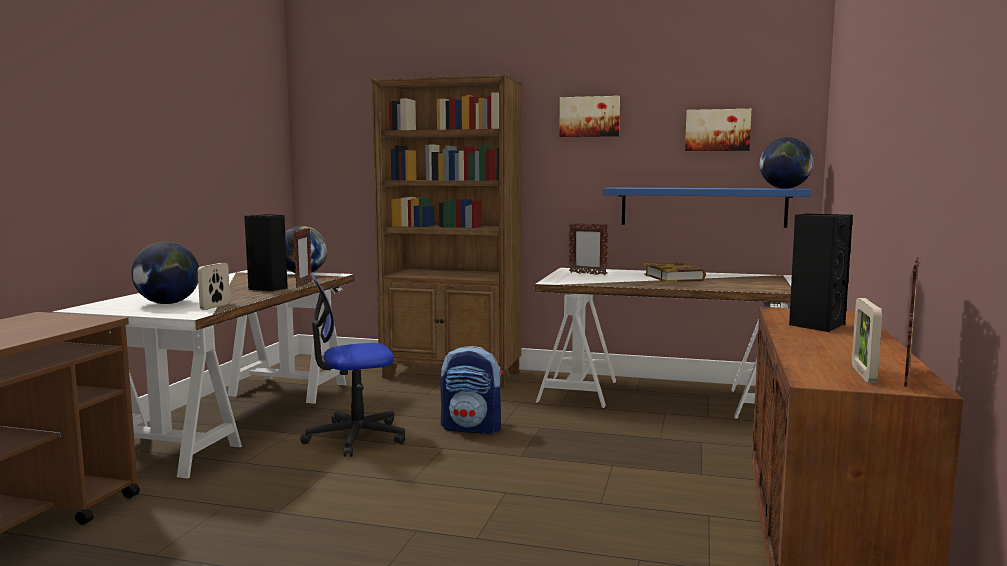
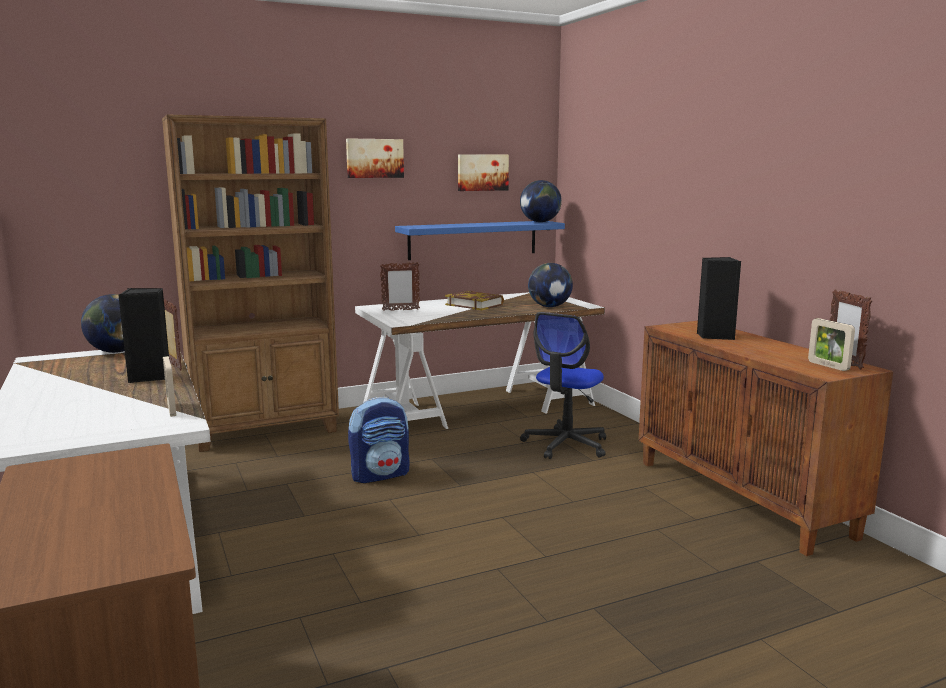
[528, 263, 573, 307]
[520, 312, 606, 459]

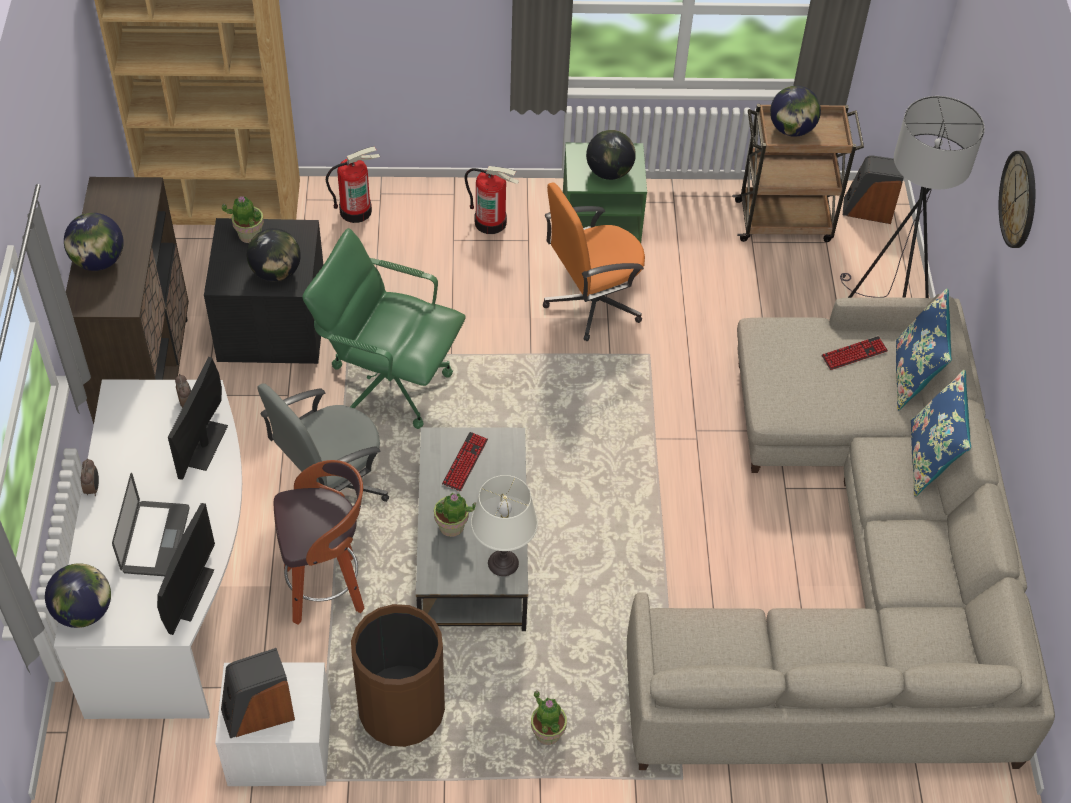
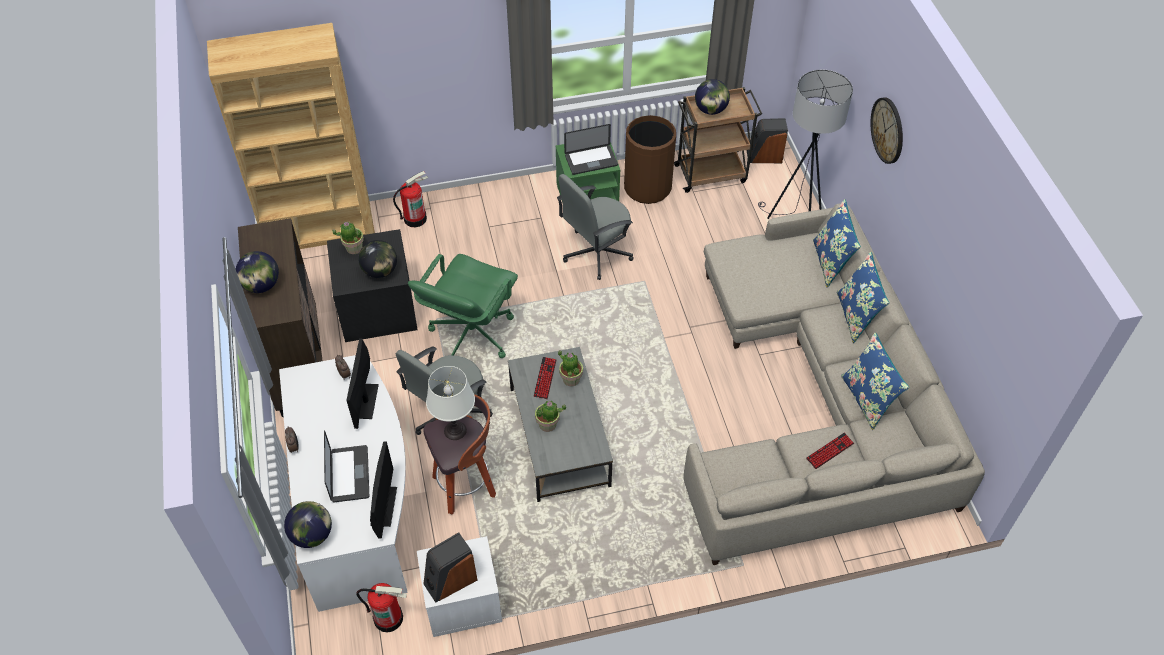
[408, 254, 518, 358]
[624, 115, 676, 204]
[356, 583, 407, 632]
[426, 366, 475, 440]
[558, 350, 583, 387]
[557, 174, 634, 280]
[564, 124, 618, 175]
[806, 433, 854, 469]
[841, 332, 909, 430]

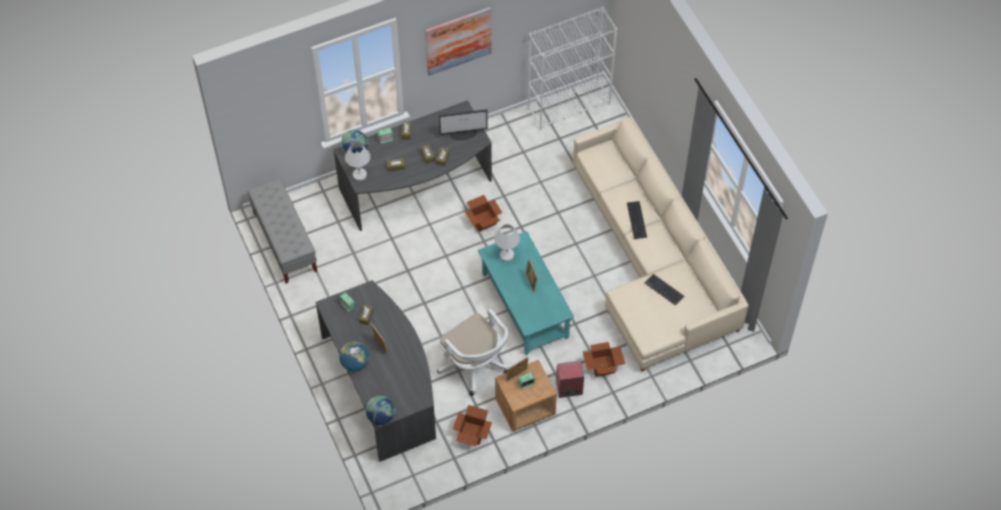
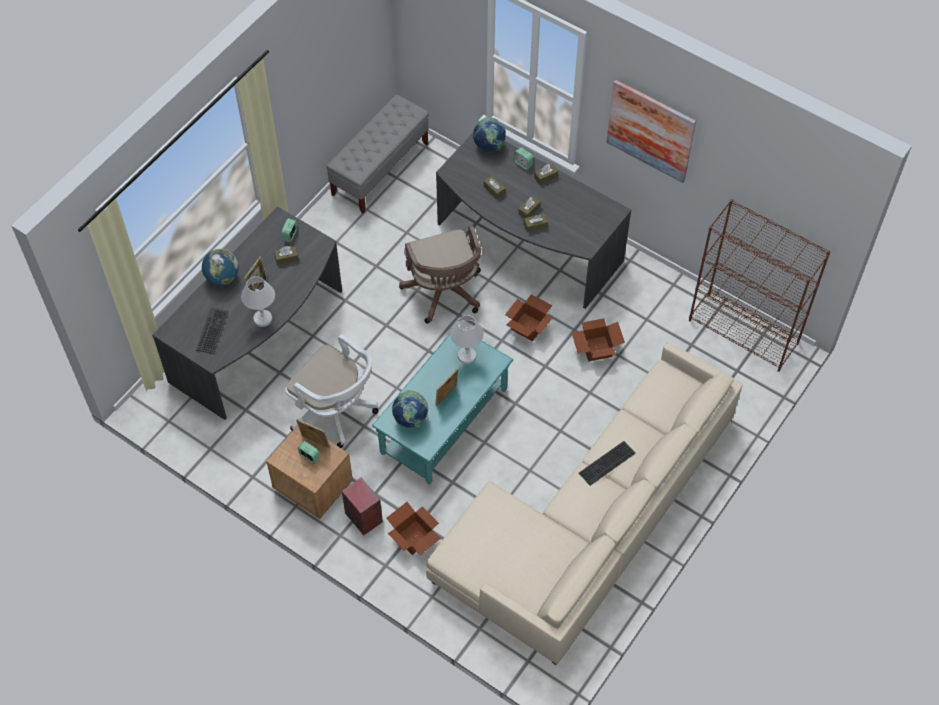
[241, 276, 275, 327]
[392, 390, 428, 428]
[285, 334, 378, 448]
[439, 109, 488, 140] (first image)
[572, 318, 625, 362]
[689, 199, 830, 372]
[196, 308, 229, 354]
[399, 225, 481, 324]

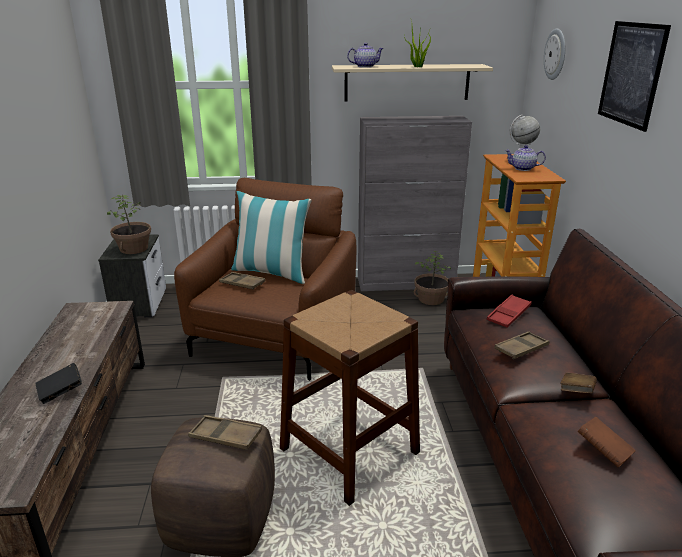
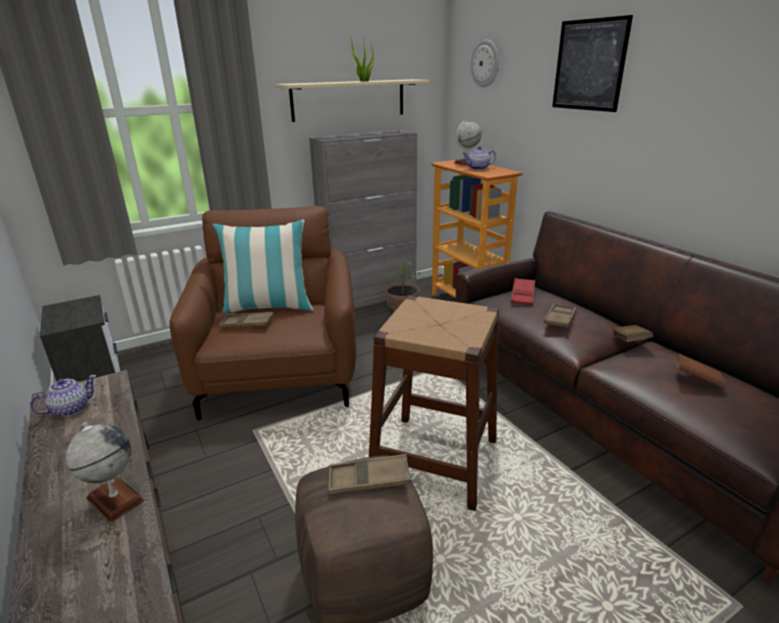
[66, 422, 145, 522]
[107, 195, 151, 254] (first image)
[30, 375, 96, 417]

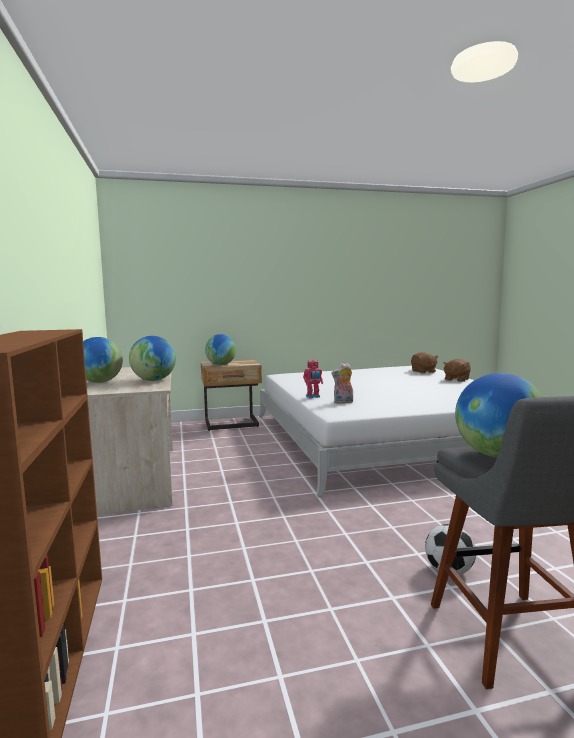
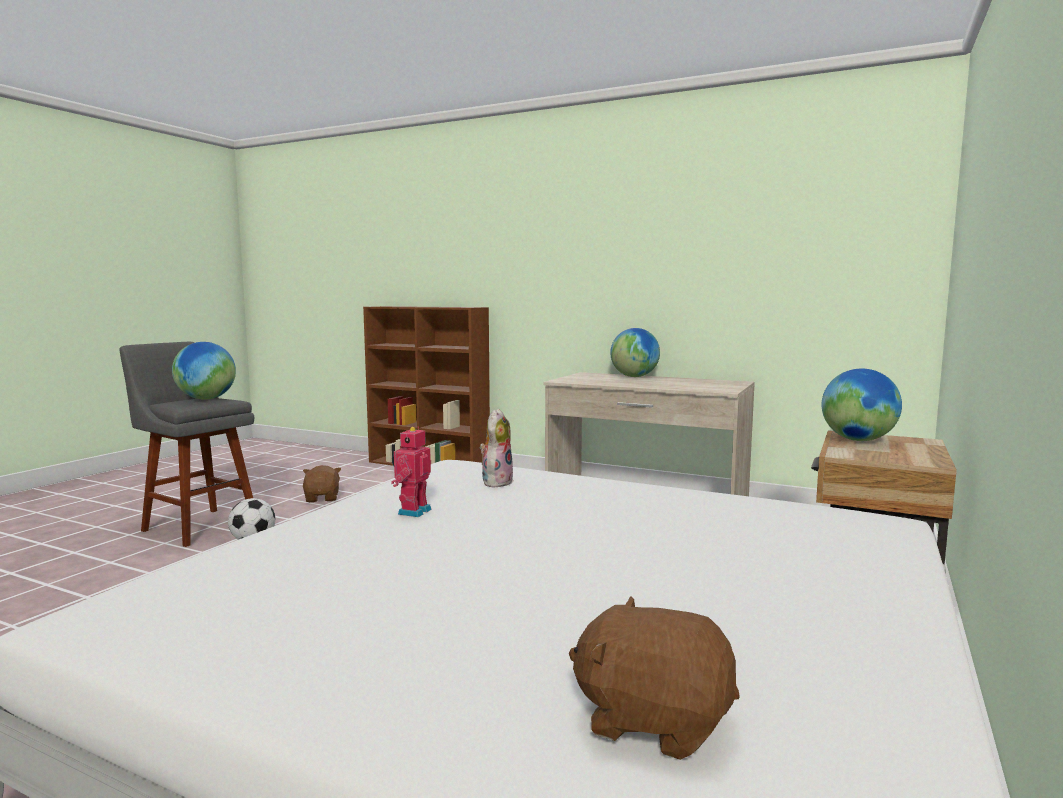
[129, 336, 176, 381] (first image)
[391, 426, 432, 517]
[303, 465, 341, 502]

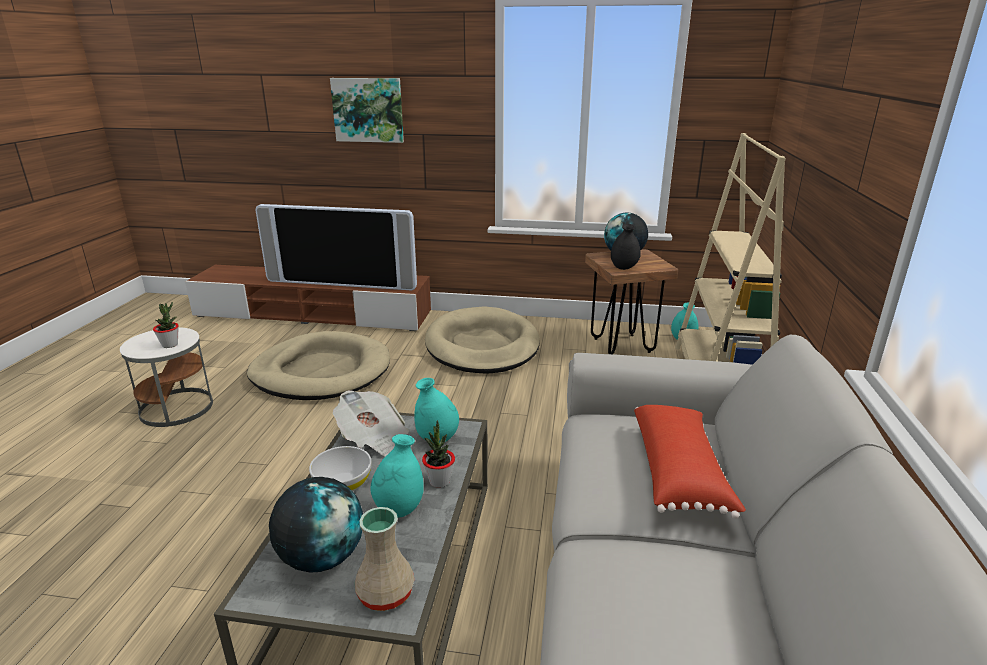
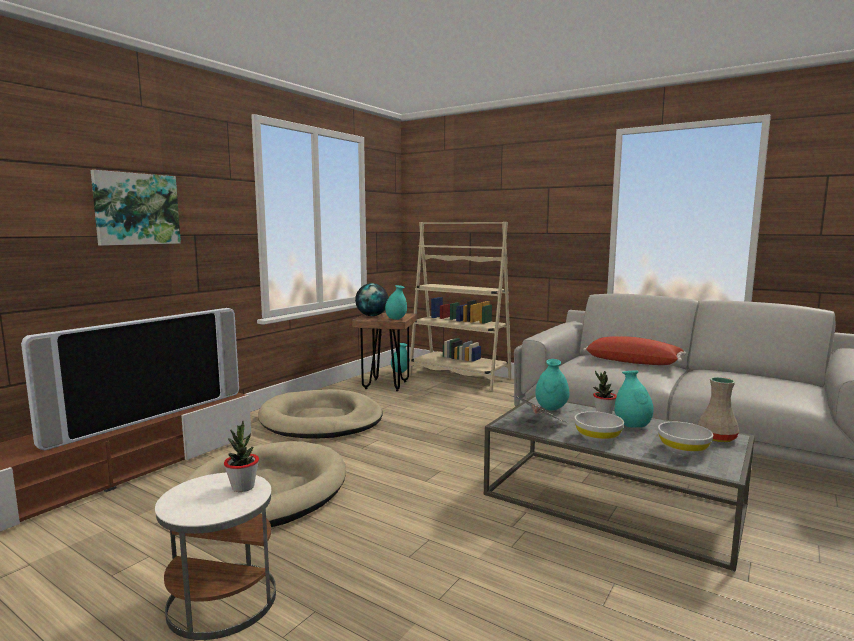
[658, 422, 713, 456]
[385, 285, 407, 320]

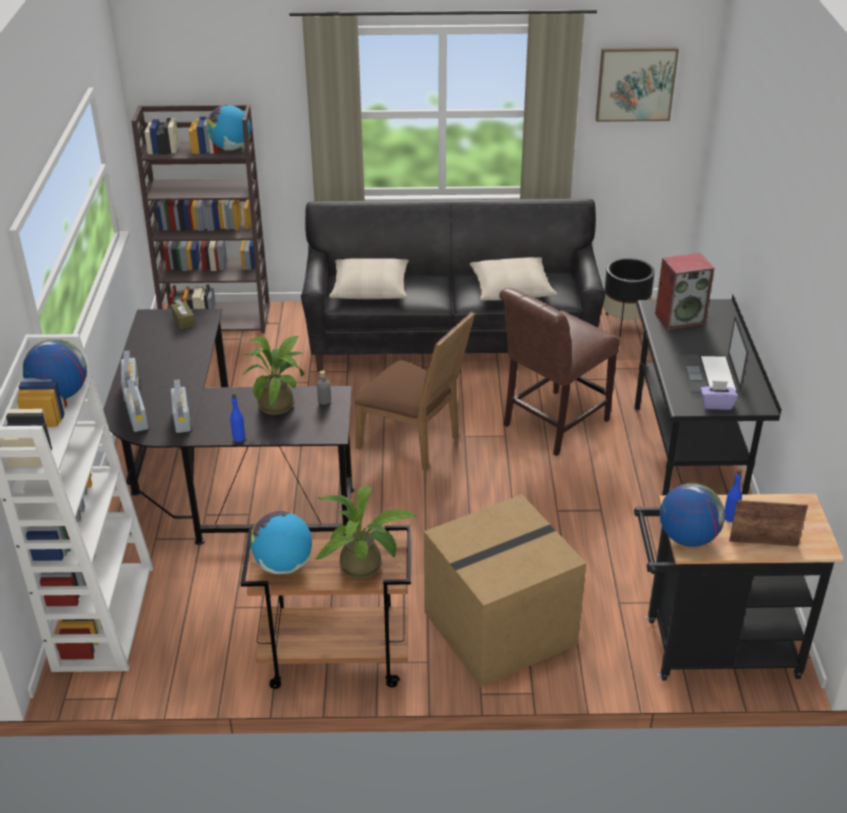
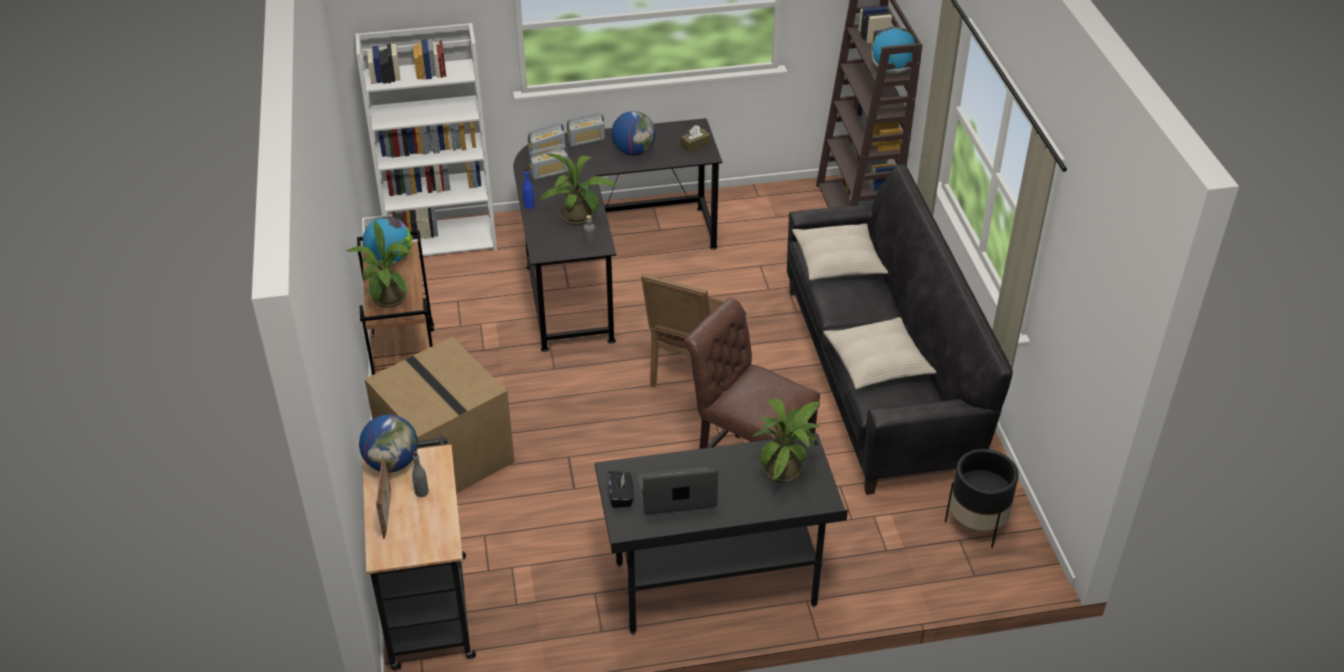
[611, 111, 656, 156]
[596, 47, 679, 122] (first image)
[752, 399, 820, 483]
[608, 471, 634, 508]
[412, 451, 429, 497]

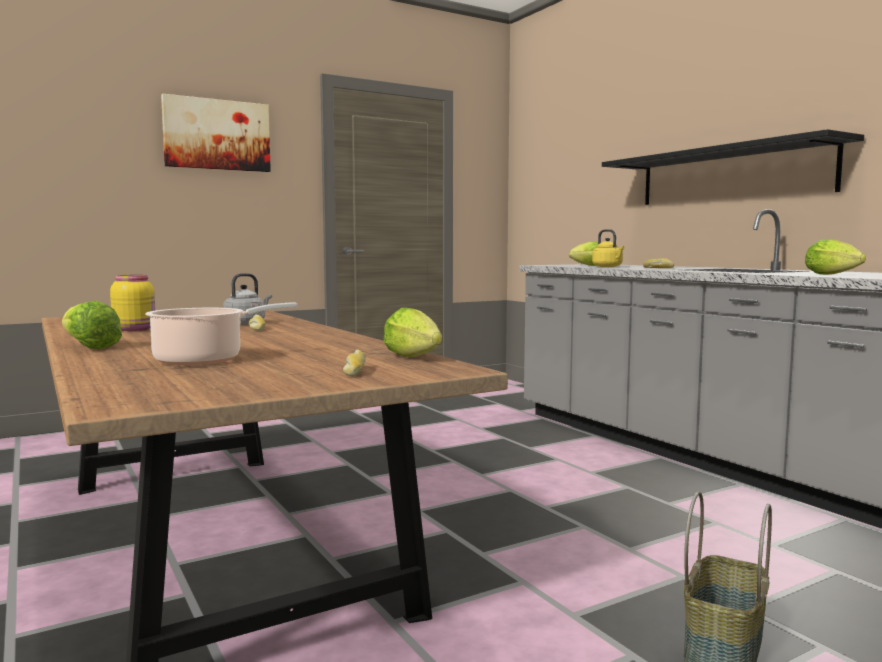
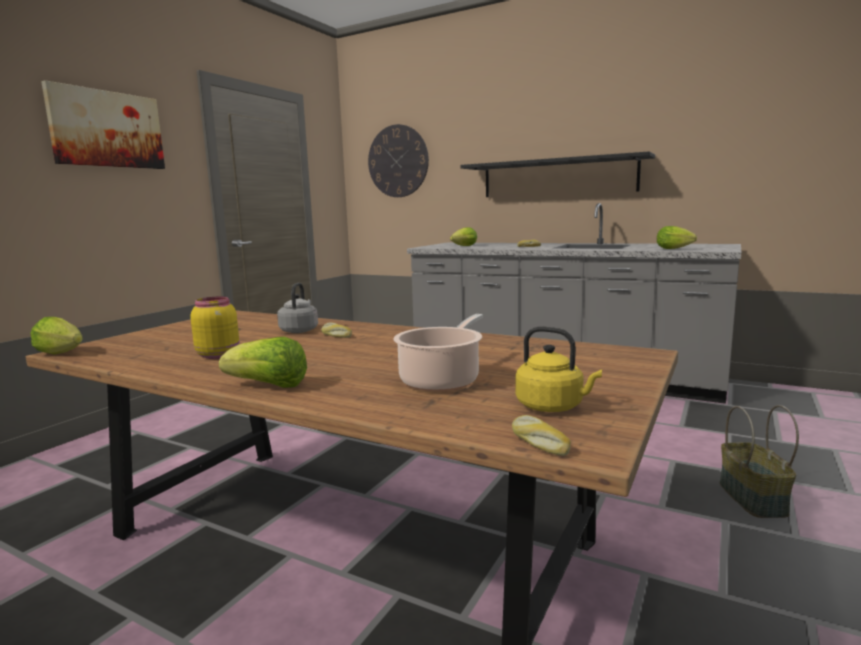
[512, 415, 571, 456]
[31, 317, 83, 355]
[515, 327, 602, 412]
[368, 124, 429, 197]

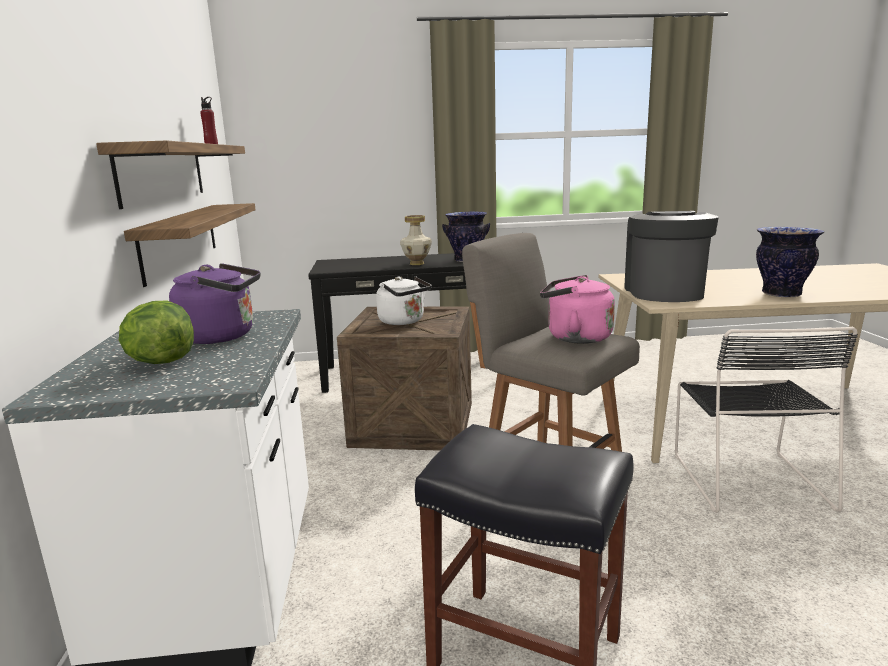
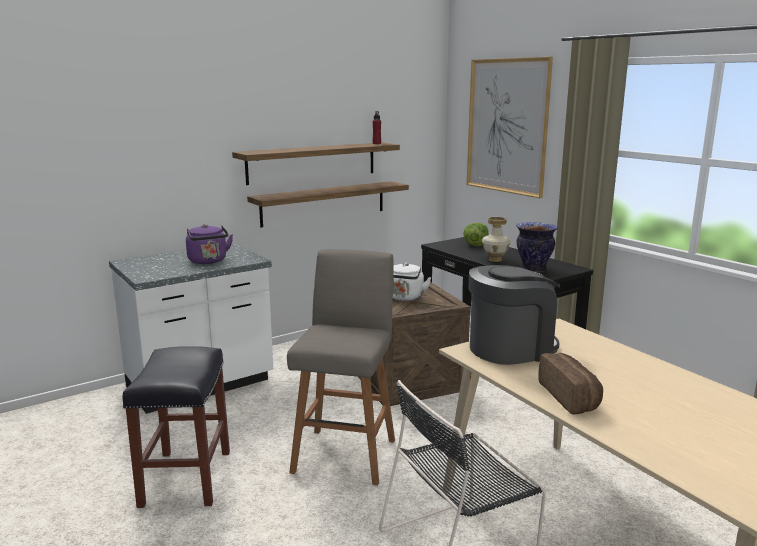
[463, 223, 489, 246]
[540, 275, 615, 344] (first image)
[538, 353, 603, 415]
[467, 57, 553, 198]

